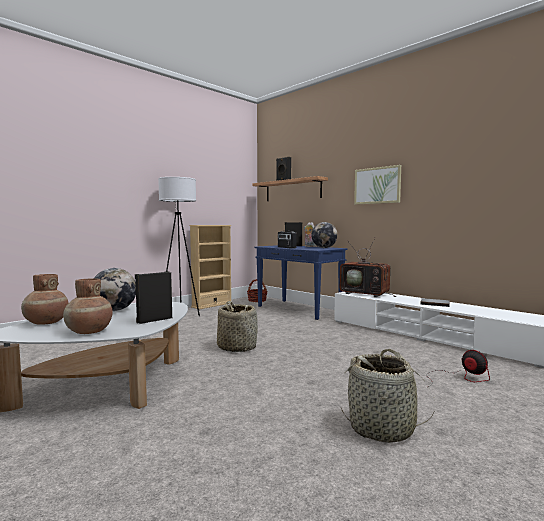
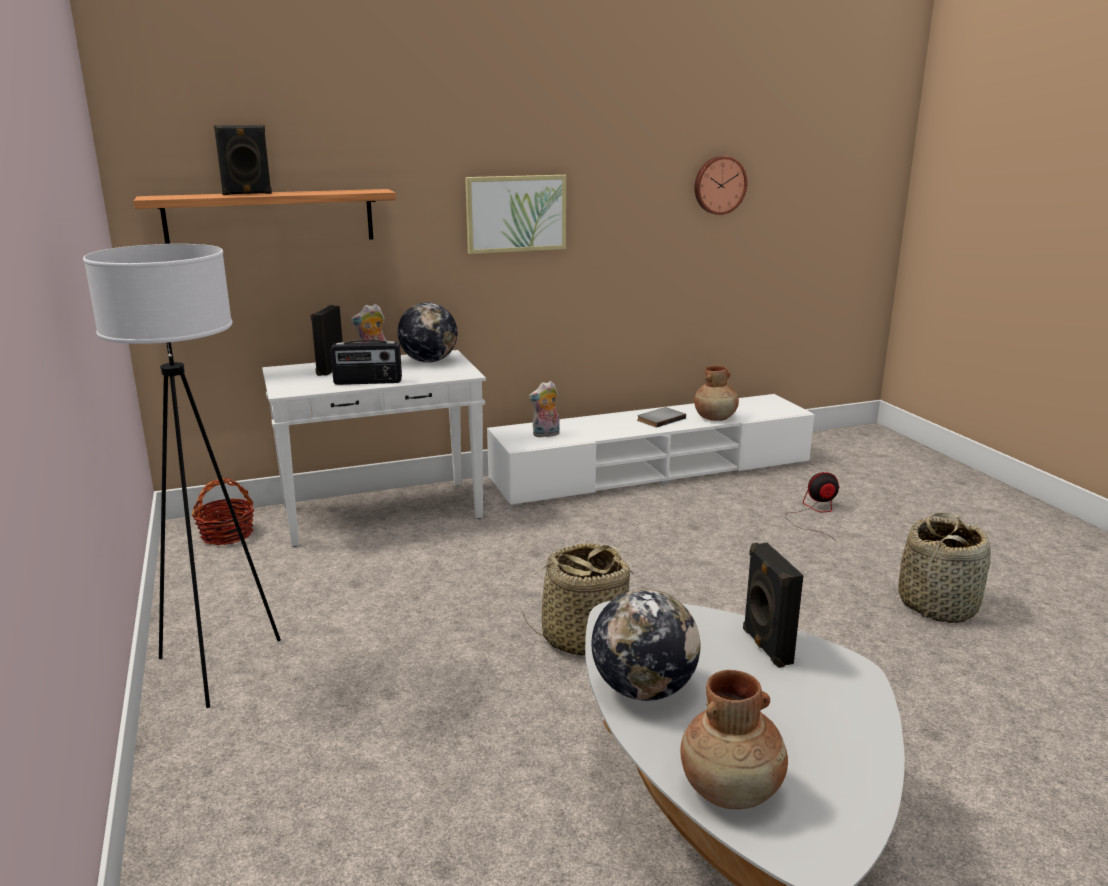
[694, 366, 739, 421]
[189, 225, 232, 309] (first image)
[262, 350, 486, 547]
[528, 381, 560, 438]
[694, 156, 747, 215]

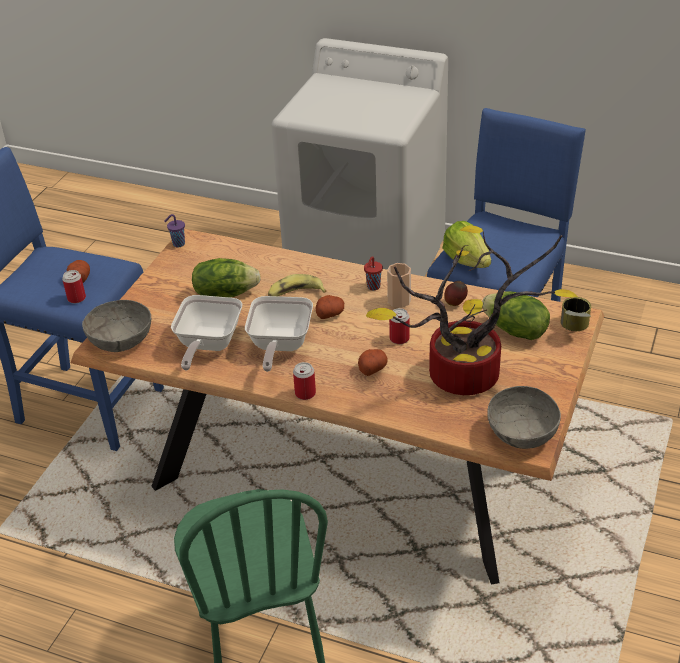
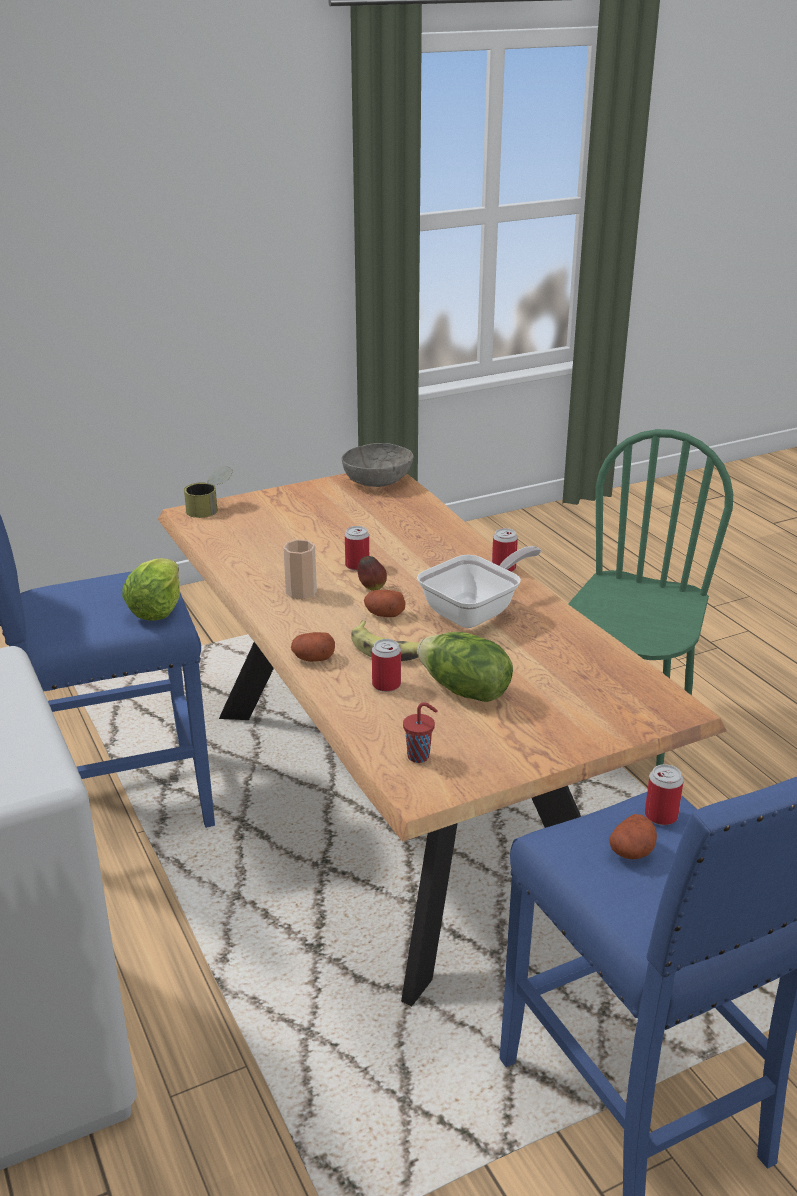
[82, 300, 151, 352] (first image)
[164, 214, 185, 247] (first image)
[171, 295, 242, 370] (first image)
[291, 632, 335, 662]
[403, 702, 438, 763]
[366, 225, 578, 395] (first image)
[357, 556, 387, 591]
[482, 291, 550, 340] (first image)
[372, 639, 401, 692]

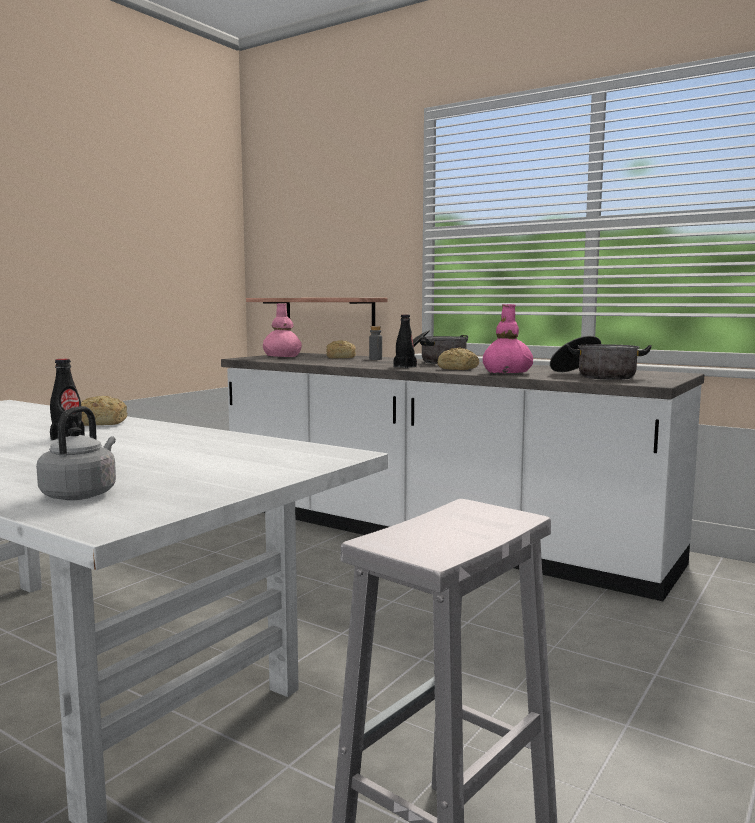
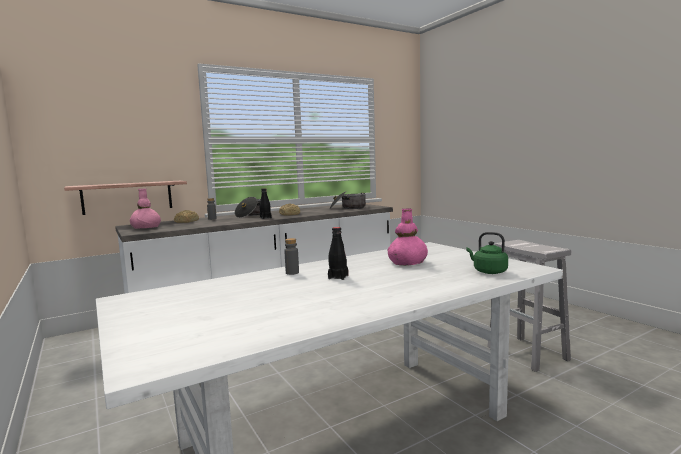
[466, 232, 508, 274]
[284, 238, 299, 275]
[387, 209, 428, 266]

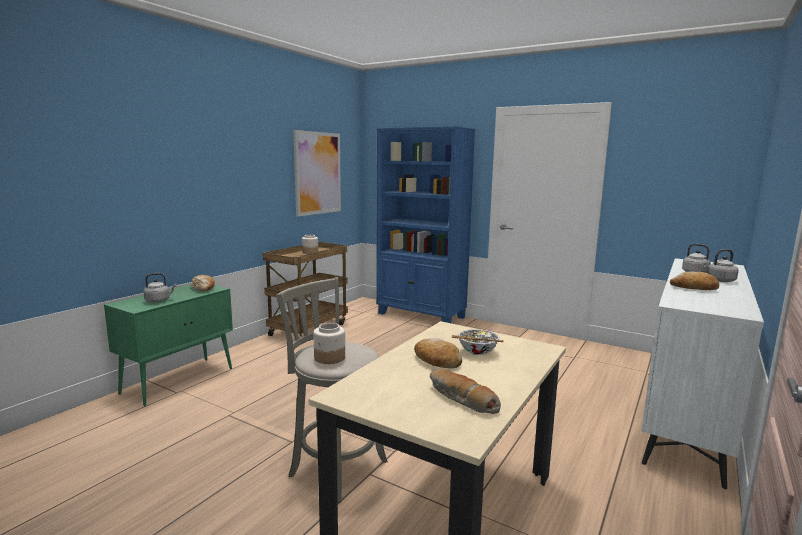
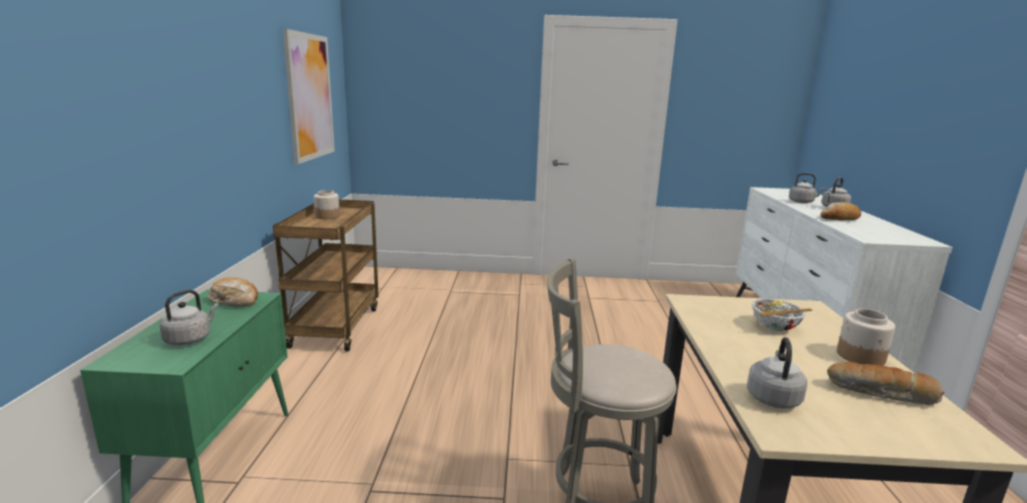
[837, 309, 895, 365]
[376, 126, 475, 323] (first image)
[414, 338, 462, 368] (first image)
[747, 337, 807, 409]

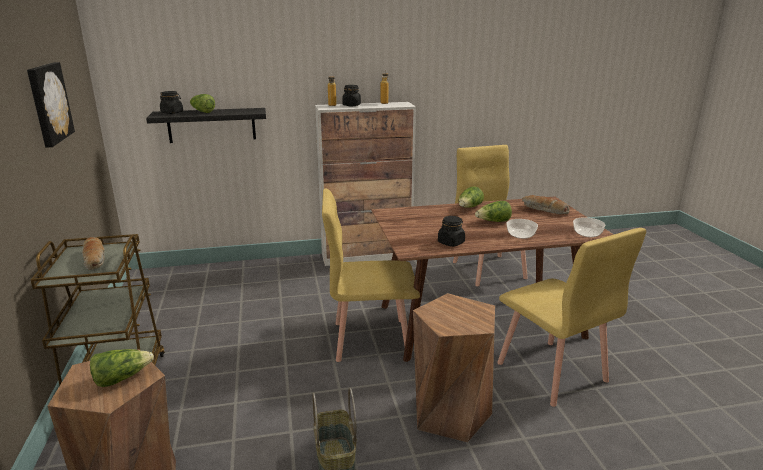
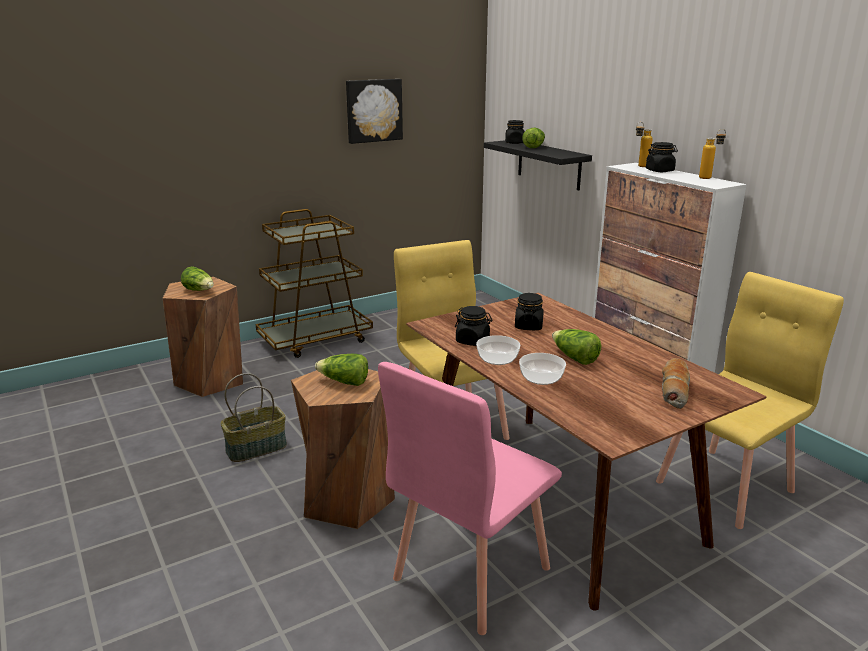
[82, 237, 105, 270] (first image)
[315, 354, 368, 386]
[378, 362, 562, 635]
[476, 335, 520, 365]
[515, 293, 544, 330]

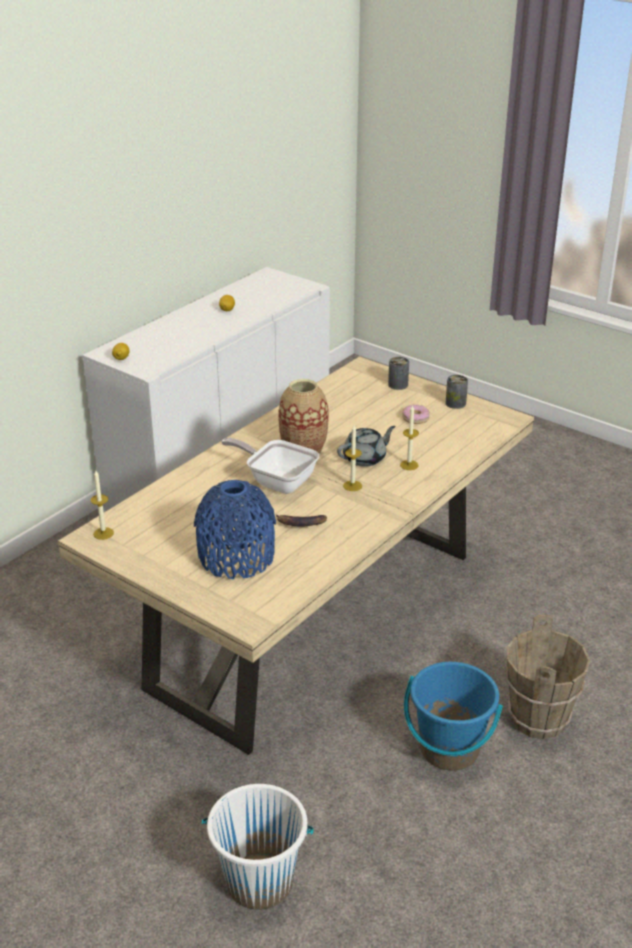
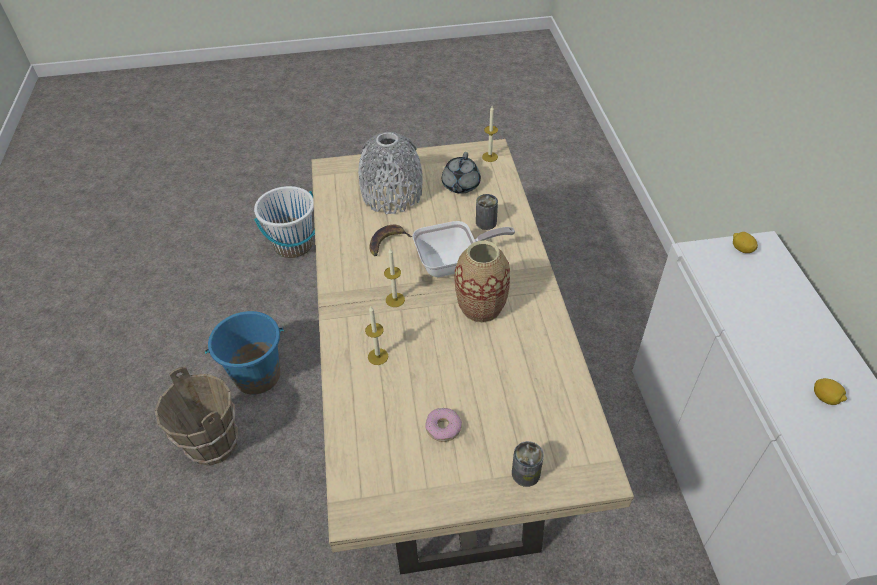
[358, 132, 423, 214]
[442, 152, 481, 194]
[476, 194, 498, 230]

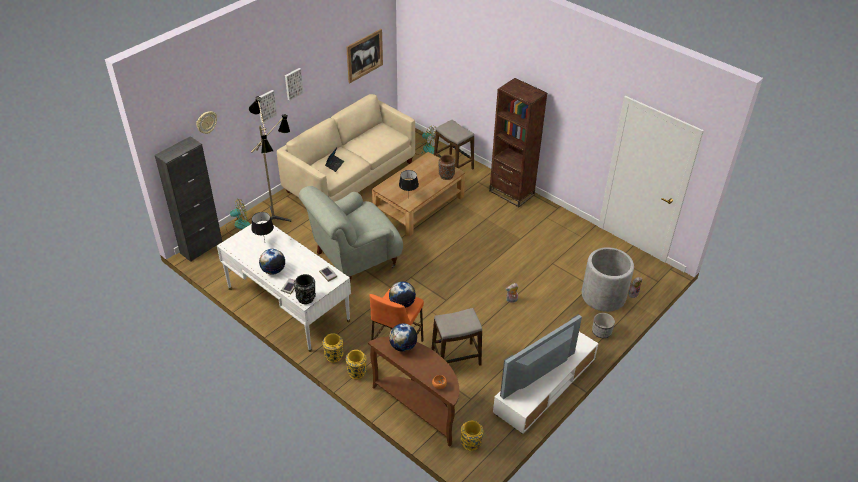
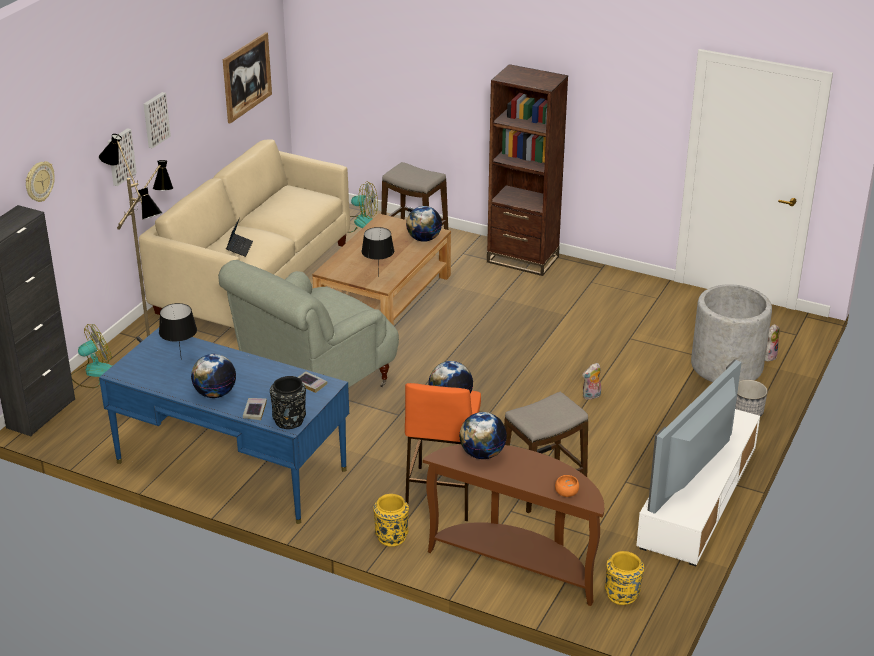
[99, 328, 349, 524]
[323, 334, 343, 363] (first image)
[406, 206, 442, 242]

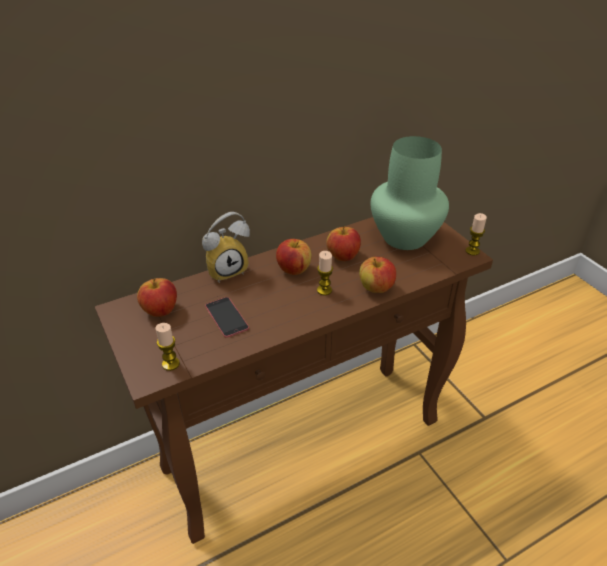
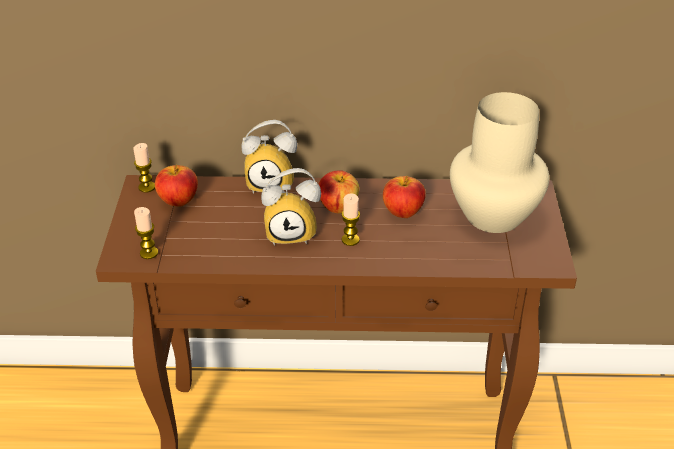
[205, 297, 249, 338] (first image)
[359, 257, 396, 293] (first image)
[450, 92, 549, 233]
[133, 143, 155, 193]
[261, 168, 321, 246]

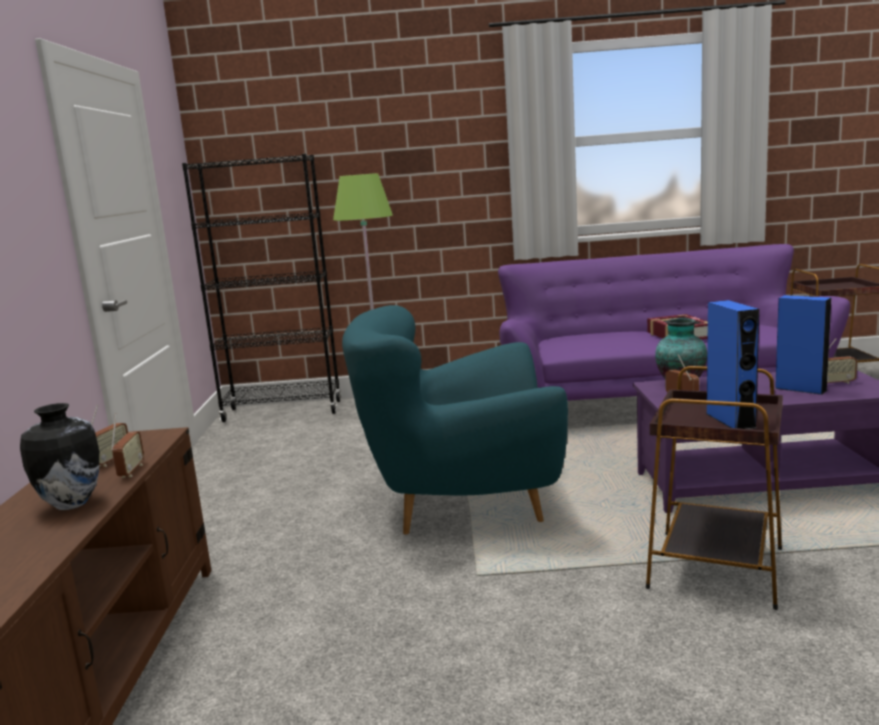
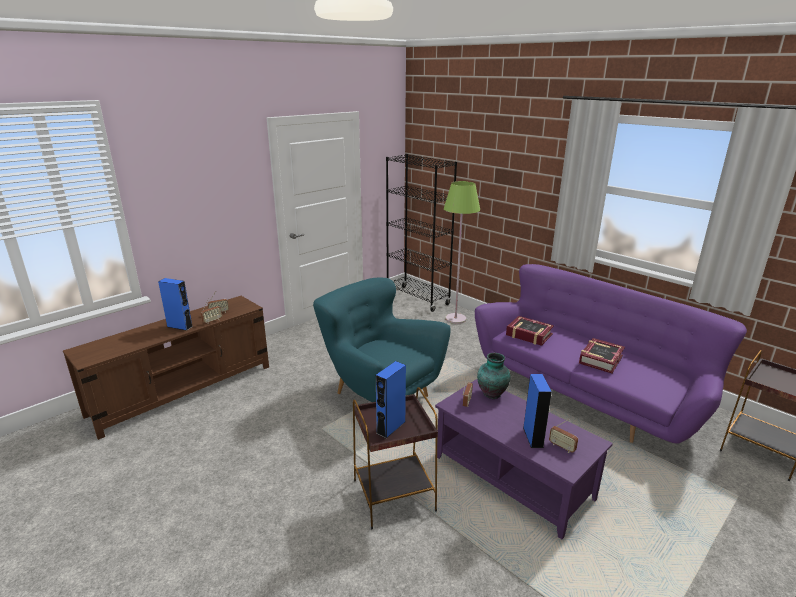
[158, 278, 193, 331]
[506, 316, 554, 346]

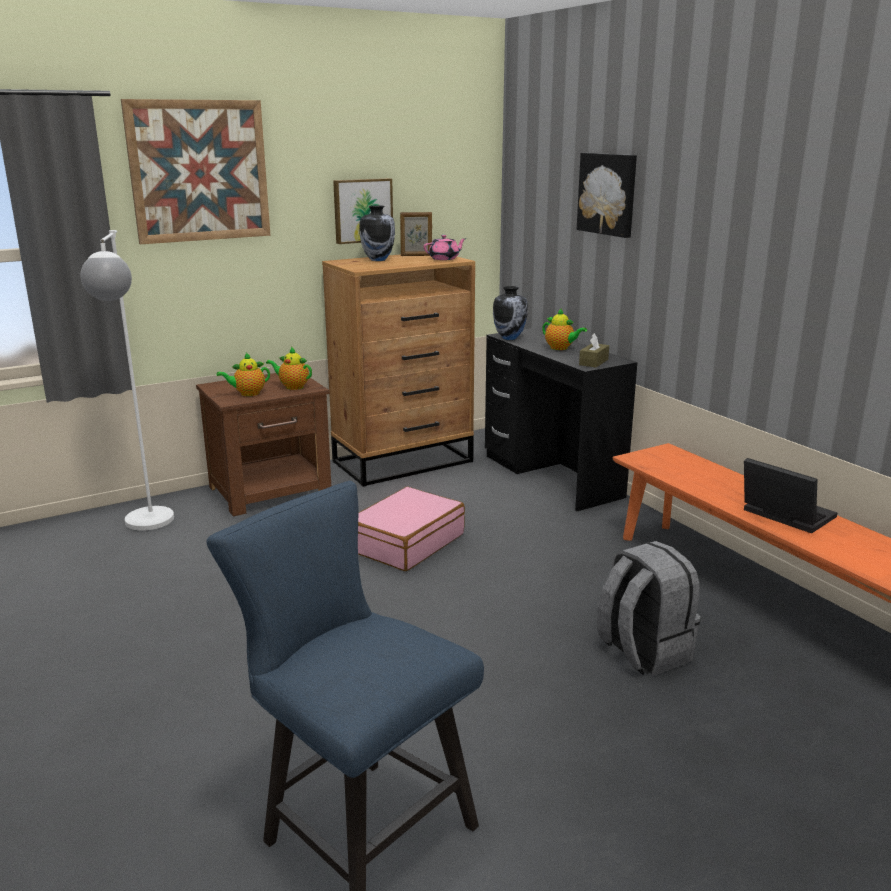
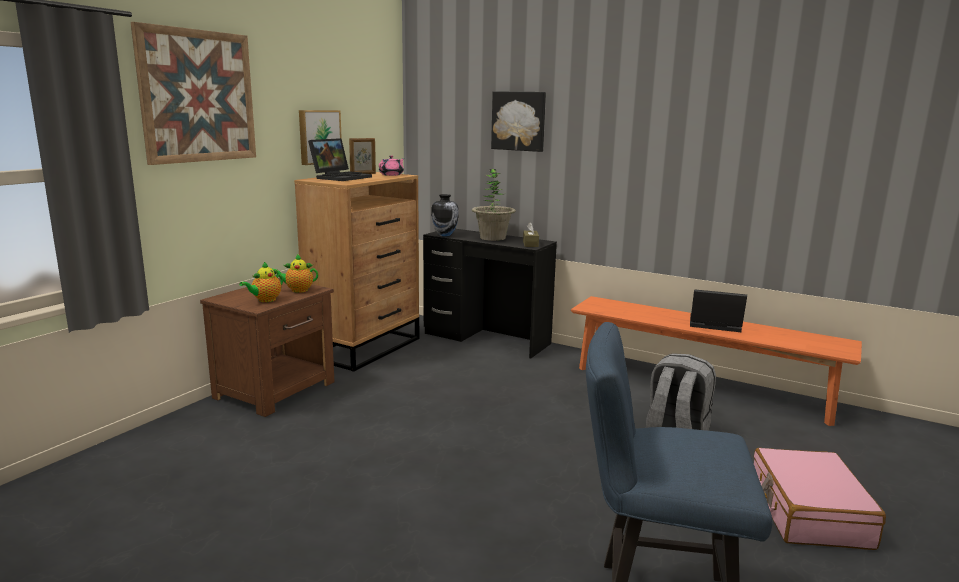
[81, 230, 174, 531] (first image)
[754, 448, 886, 550]
[308, 138, 372, 181]
[472, 169, 516, 241]

